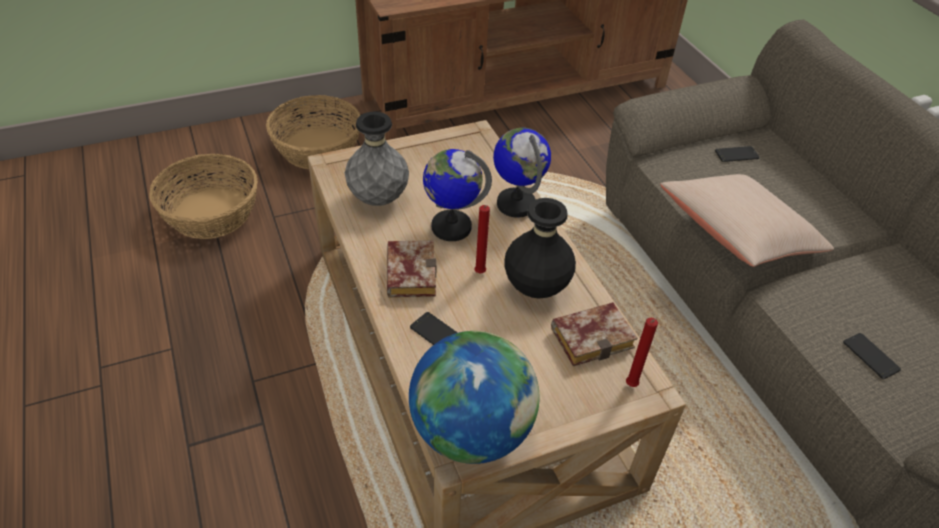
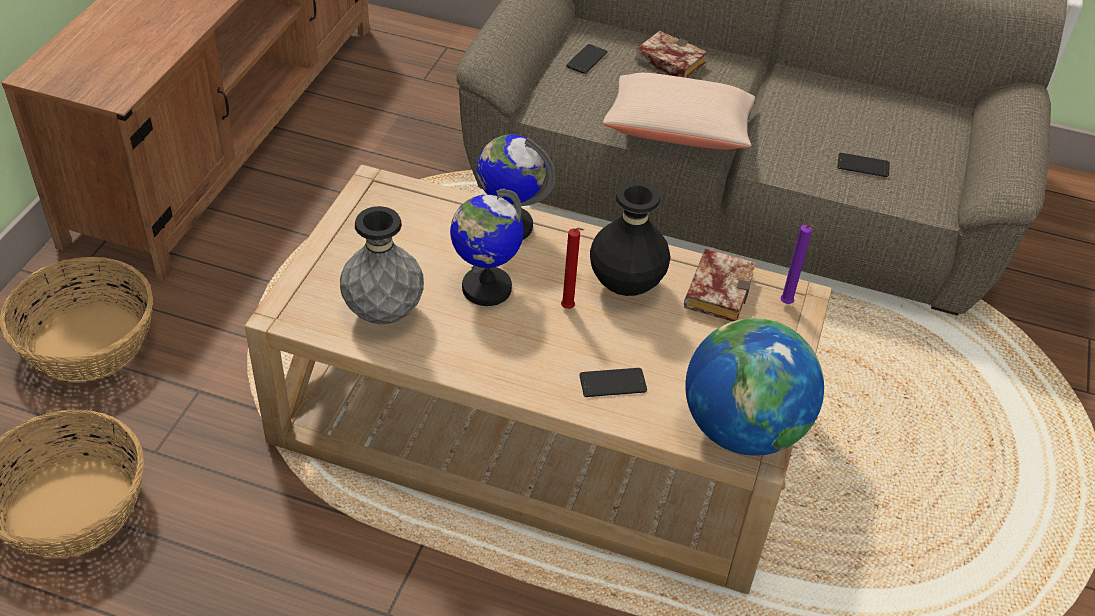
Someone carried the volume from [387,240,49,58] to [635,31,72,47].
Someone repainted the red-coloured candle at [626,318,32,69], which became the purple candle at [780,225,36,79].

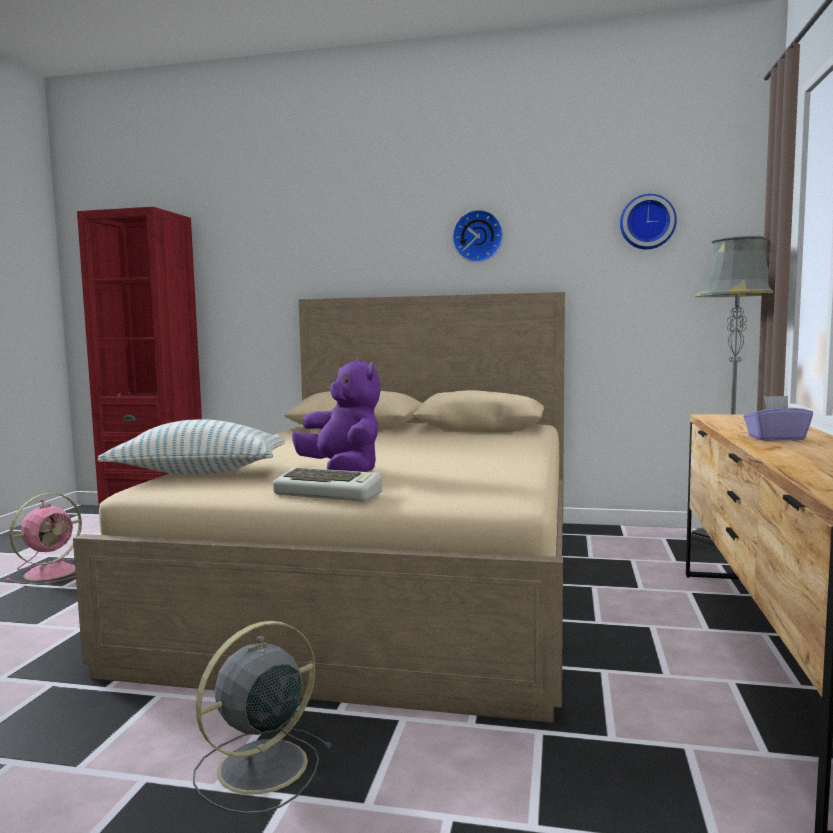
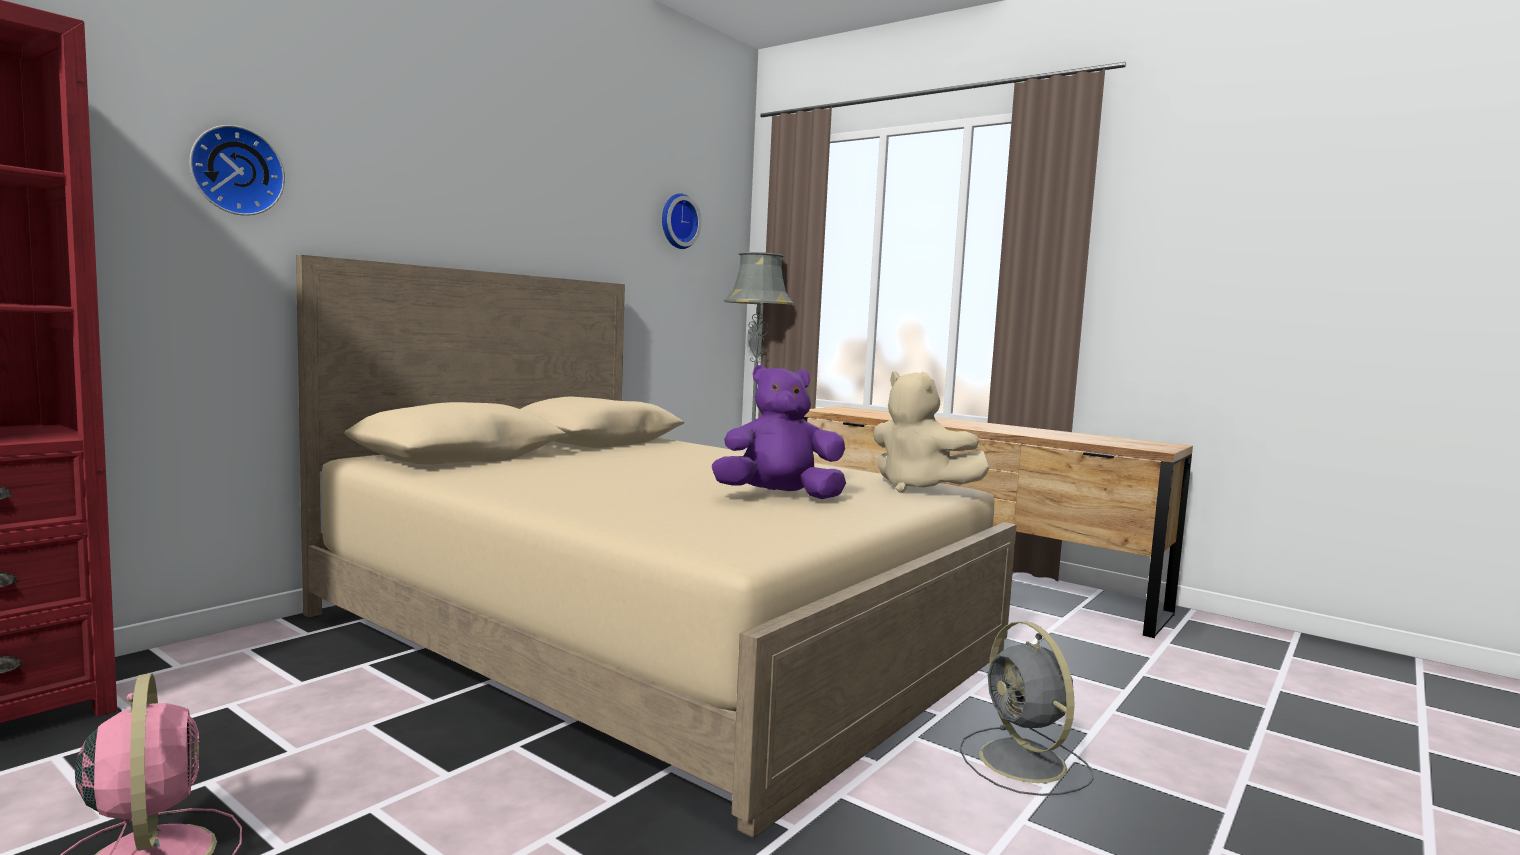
Someone took away the throw pillow at [97,419,189,56].
Someone took away the computer keyboard at [273,468,109,34].
Someone carried the wall clock from [452,210,51,52] to [189,125,96,91].
Someone took away the purple box of tissues at [744,396,69,45].
Someone put down the beige plush toy at [873,371,117,122].

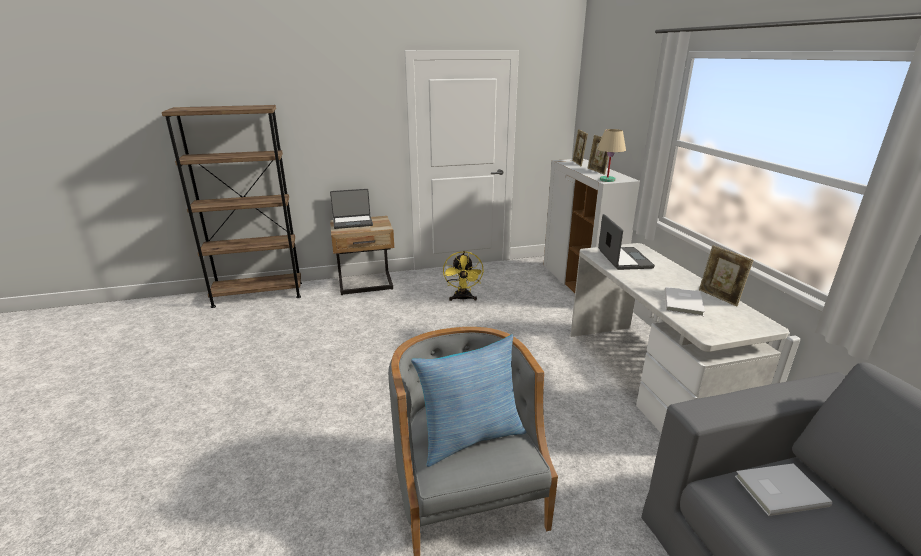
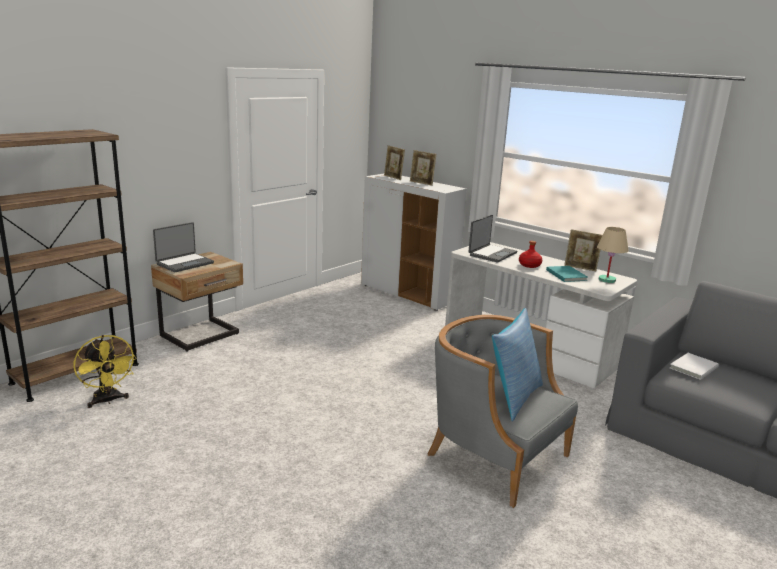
Someone carried the yellowish electric fan from [443,251,41,50] to [74,335,62,73].
Someone carried the beige lamp for a table from [597,129,29,53] to [597,227,32,56].
Someone rotated the portable computer at [598,214,57,56] by 75 degrees clockwise.
Someone repainted the whitish volume at [665,287,40,29], which became the turquoise volume at [546,266,42,16].
Someone put down the red-coloured bottle at [519,241,23,27].

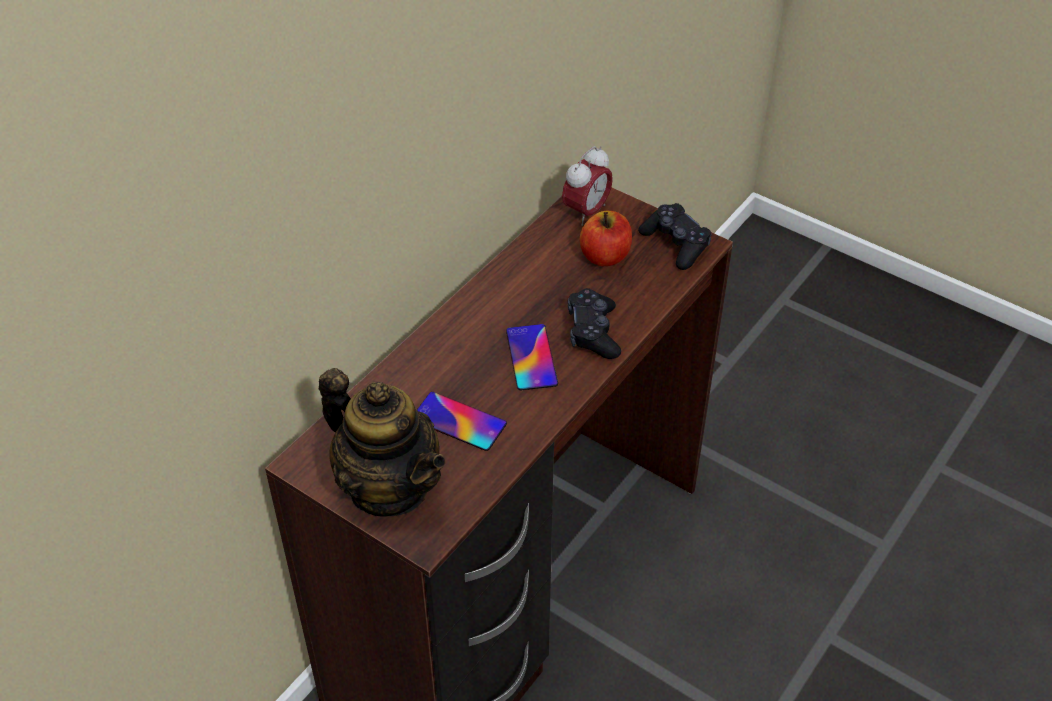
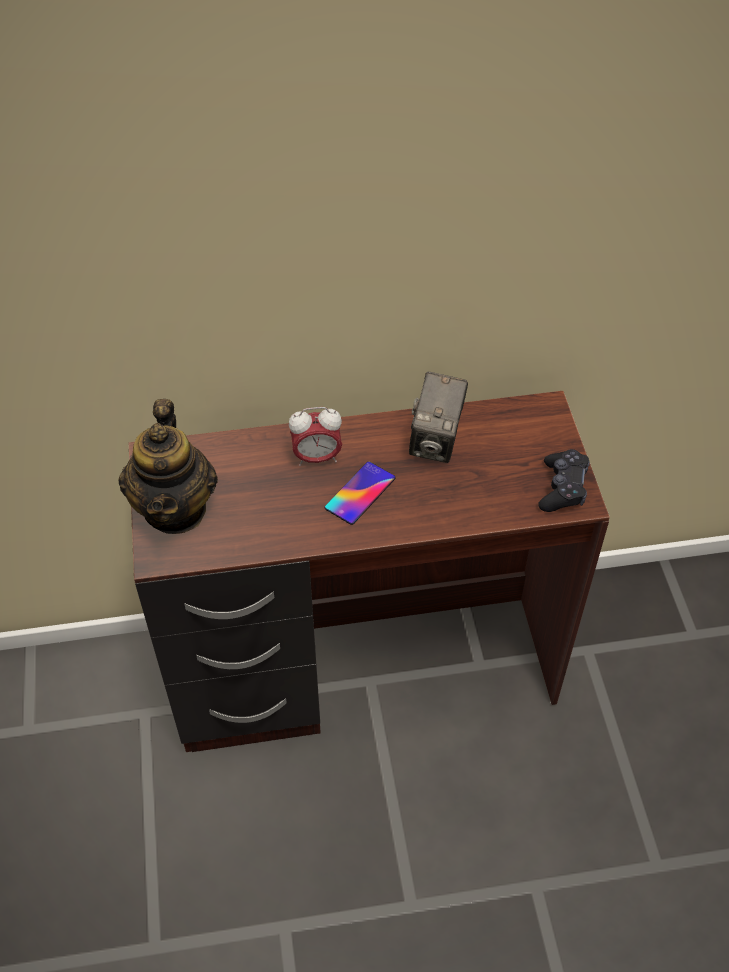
Someone took away the handset at [417,392,90,59].
Someone carried the table clock from [562,146,51,80] to [289,407,53,59].
Someone took away the black-coloured game controller at [568,288,53,71].
Someone took away the whole apple at [580,210,52,56].
Someone put down the still camera at [409,372,59,91].

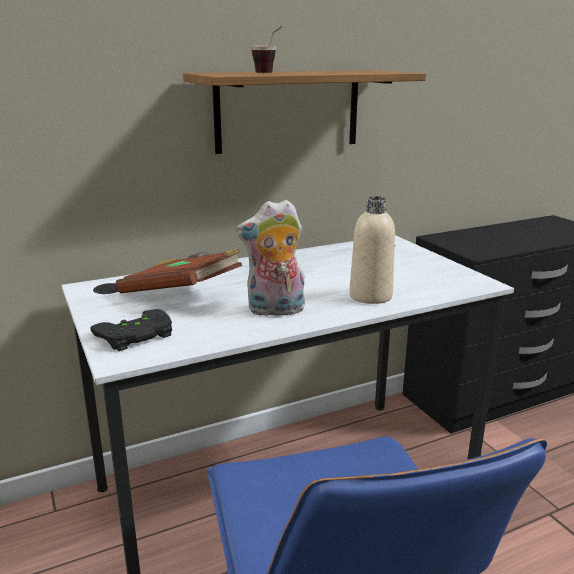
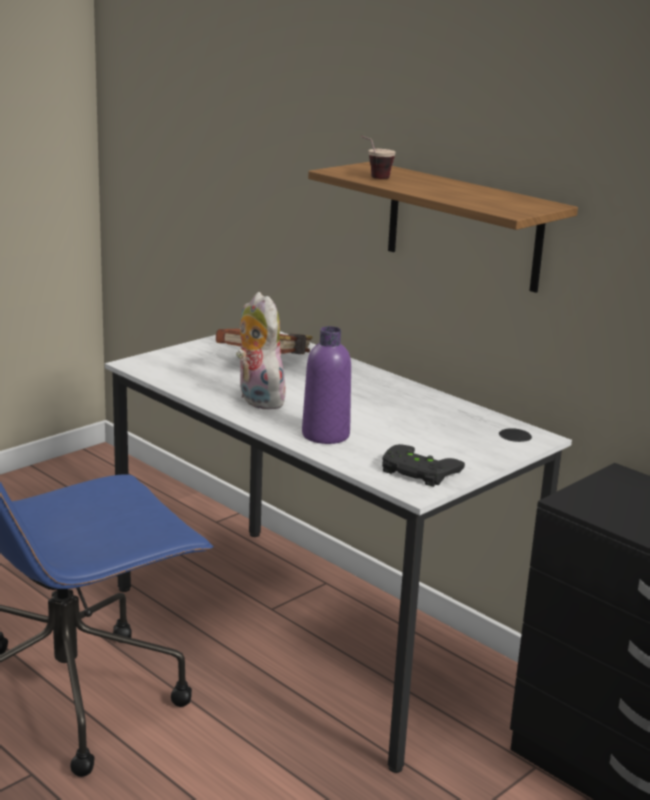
Someone carried the black-coloured game controller from [90,309,82,42] to [382,444,83,43].
Someone repainted the beige bottle at [349,196,46,108], which became the purple bottle at [302,326,49,118].

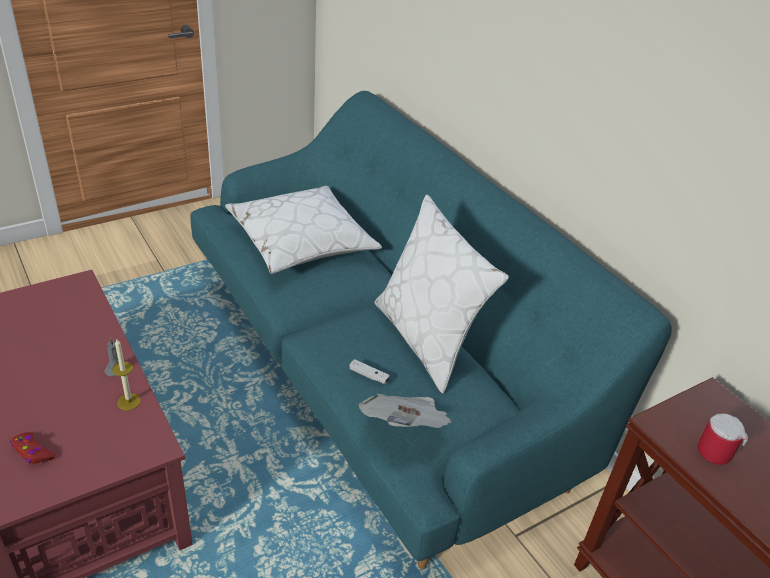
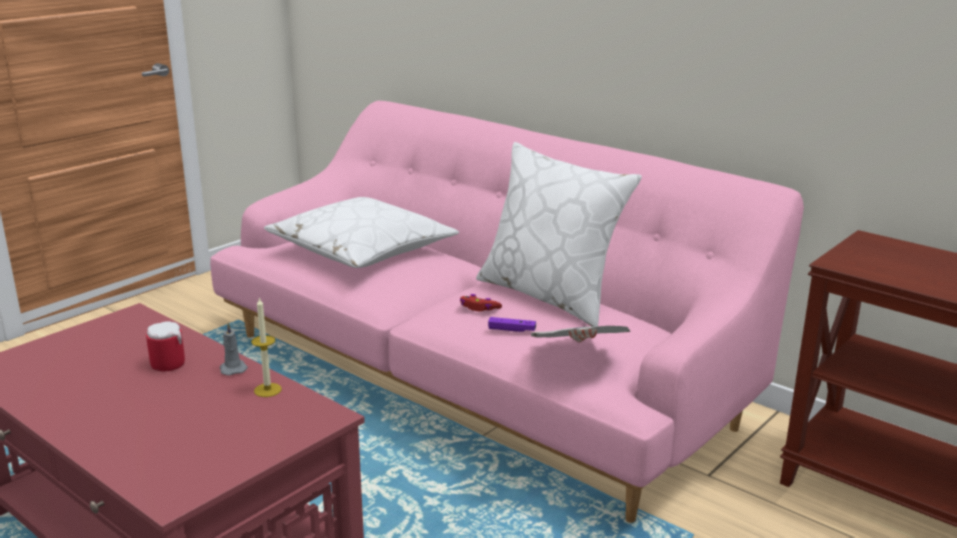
Someone carried the red-coloured game controller from [10,432,46,32] to [460,294,42,18].
Someone repainted the turquoise couch at [190,91,482,478], which became the pink-coloured couch at [210,101,594,422].
Someone repainted the whitish game controller at [349,359,41,25], which became the purple game controller at [488,317,48,15].
Someone carried the coffee mug from [698,414,50,51] to [146,321,39,51].

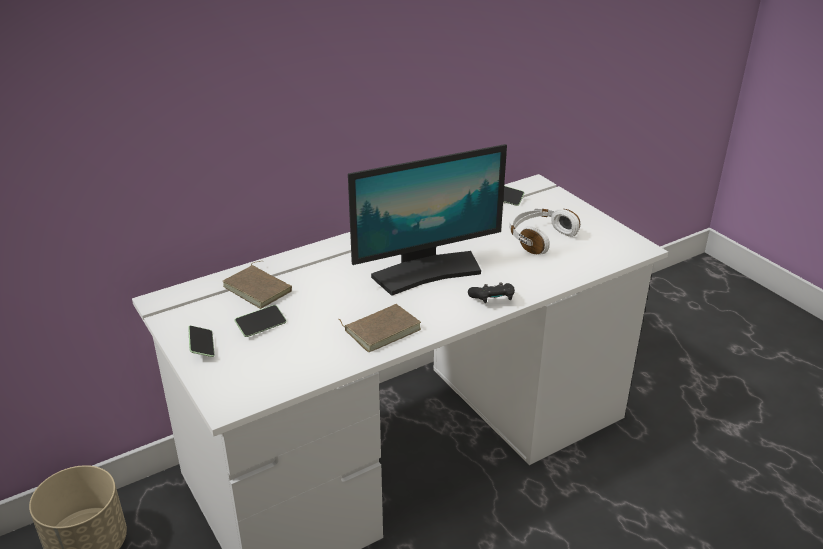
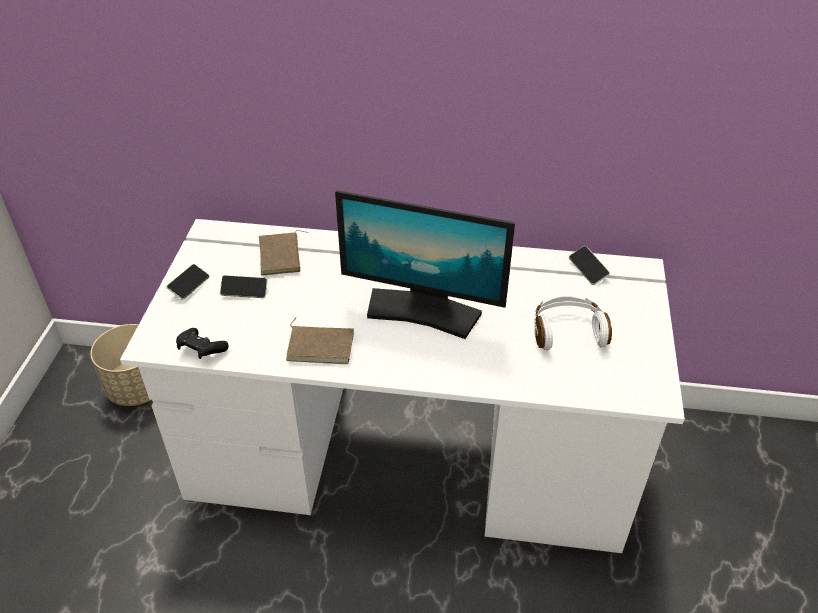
Someone carried the black-coloured game controller from [468,282,47,21] to [176,328,53,31].

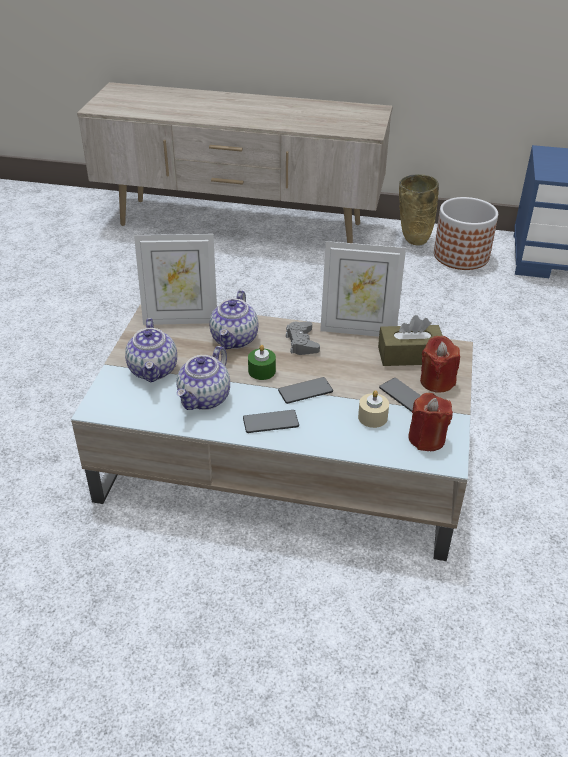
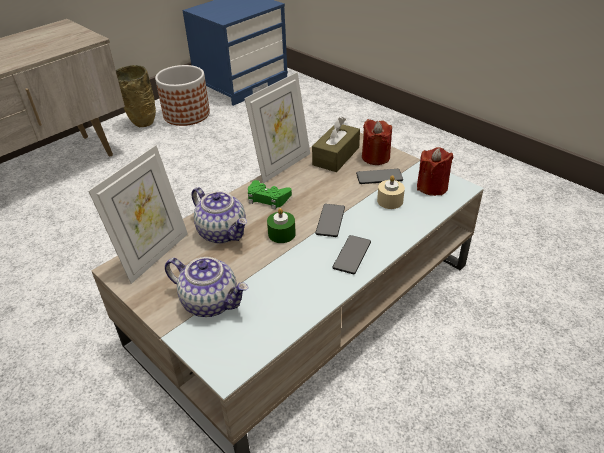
Someone took away the pot for tea at [177,346,53,64].
Someone repainted the greyish game controller at [286,322,34,33], which became the green game controller at [248,180,44,30].

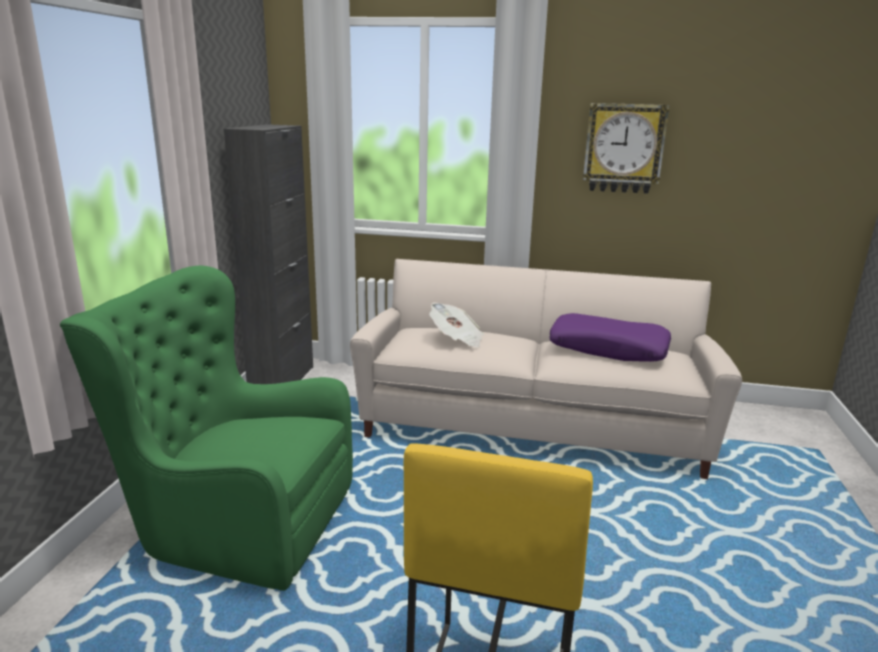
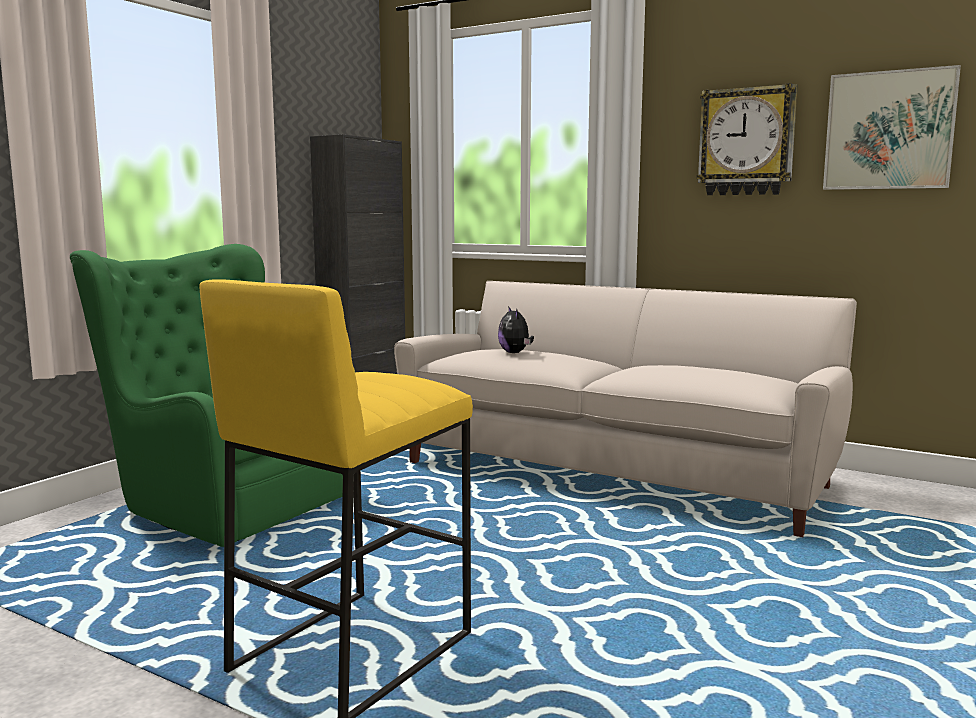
Someone swapped the newspaper at [429,302,55,46] for the plush toy at [498,306,36,47].
Someone took away the purple throw pillow at [550,313,121,49].
Someone put up the wall art at [823,65,138,125].

